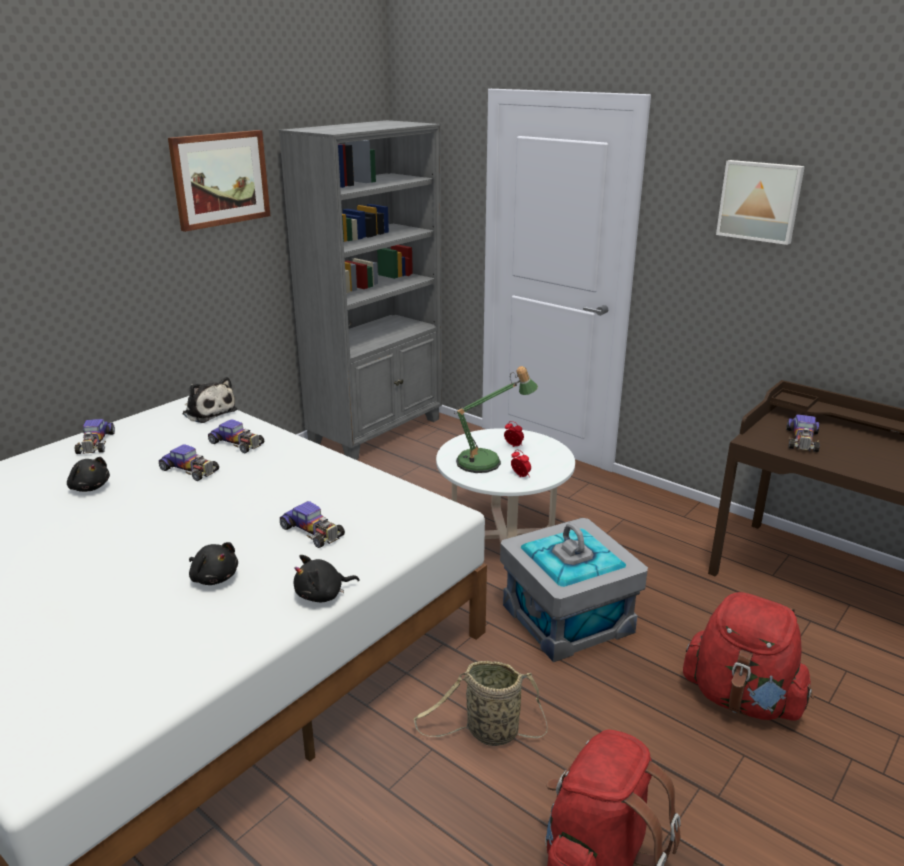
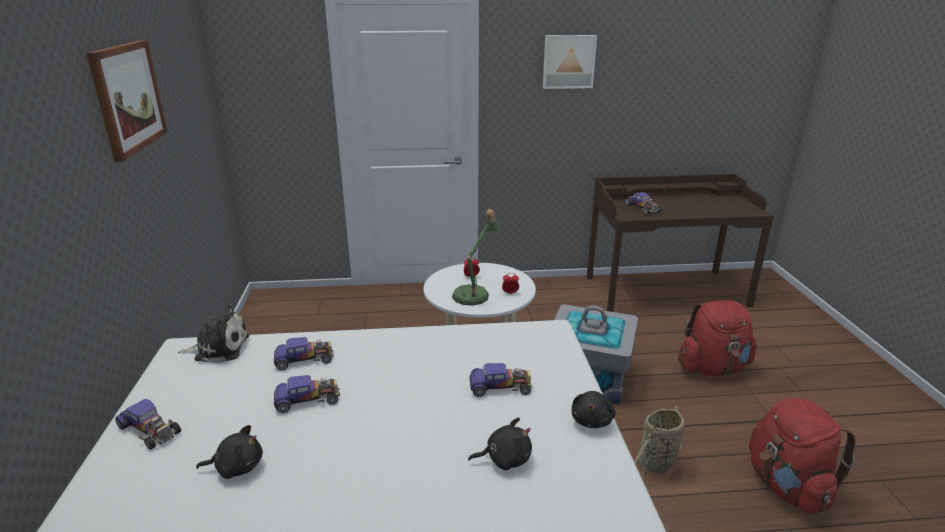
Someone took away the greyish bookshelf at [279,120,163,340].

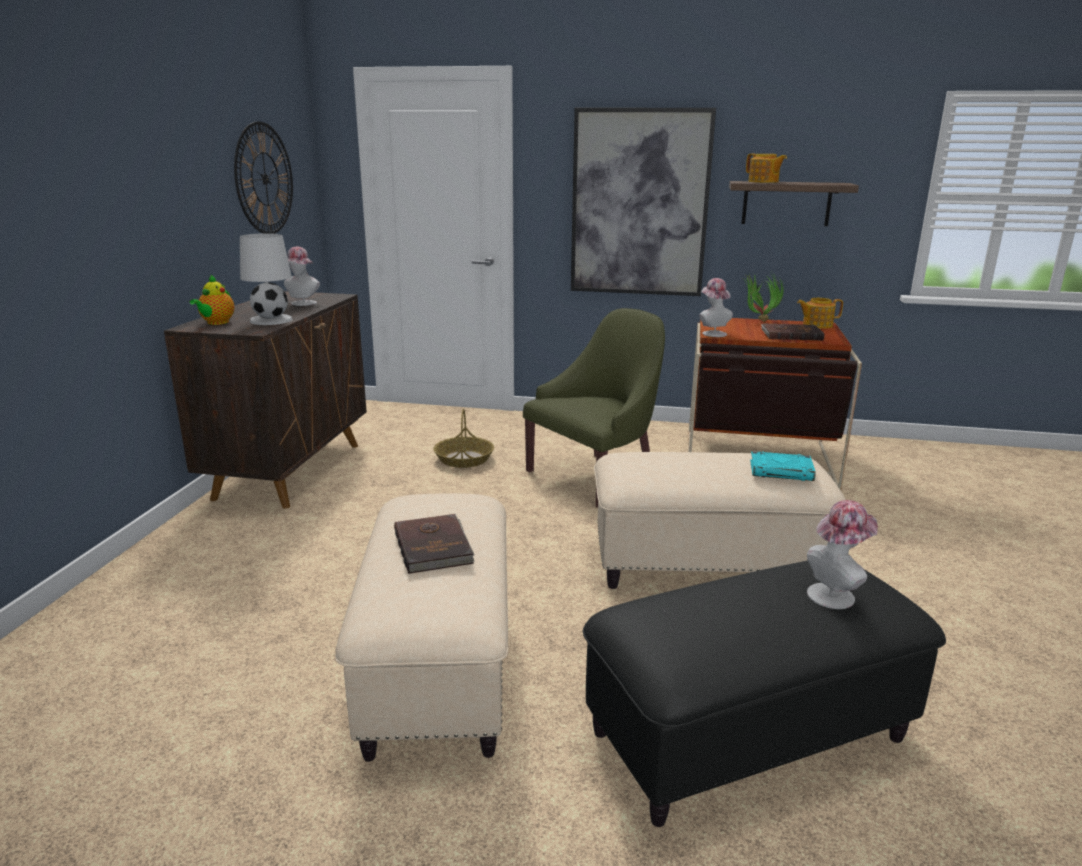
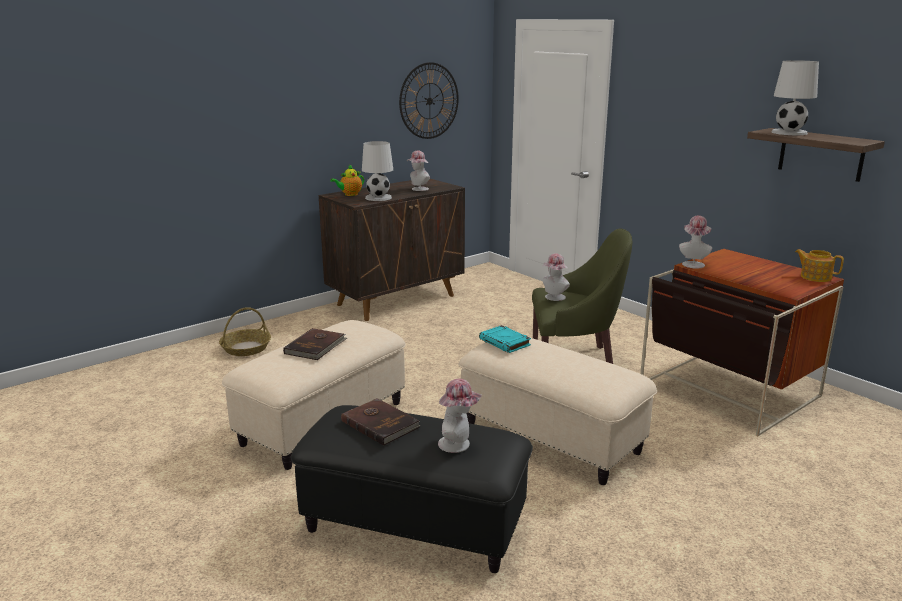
Someone carried the basket from [433,409,61,59] to [219,307,52,49].
Someone took away the wall art at [571,108,145,188].
Someone took away the potted plant at [744,273,40,49].
Someone swapped the pot for tea at [746,153,41,30] for the whitish lamp for a table at [772,60,47,75].
Someone carried the turquoise volume from [750,451,66,30] to [479,325,52,28].
Someone carried the brownish volume from [761,324,64,17] to [341,398,79,48].
Someone put down the wearable hat at [543,253,27,48].

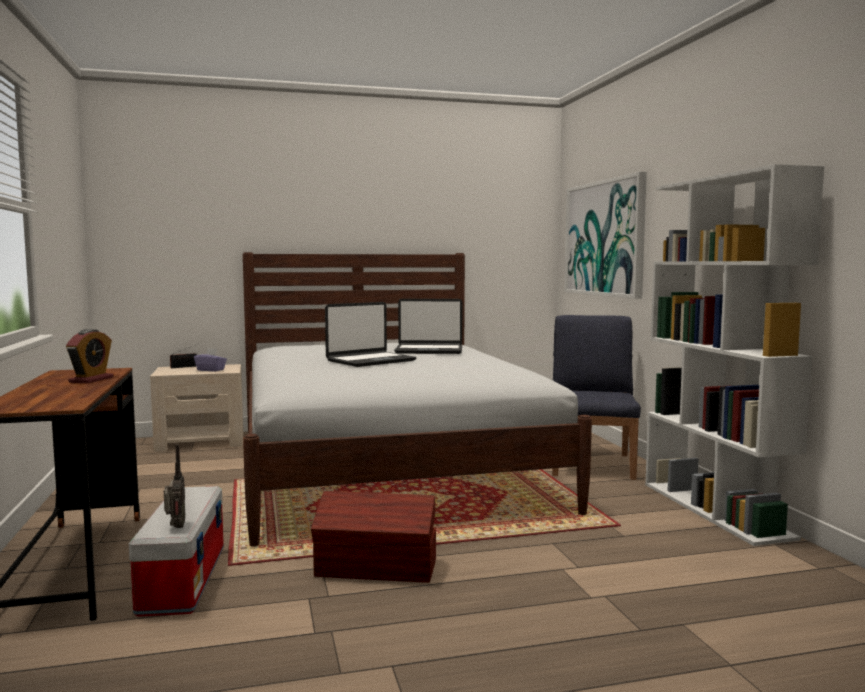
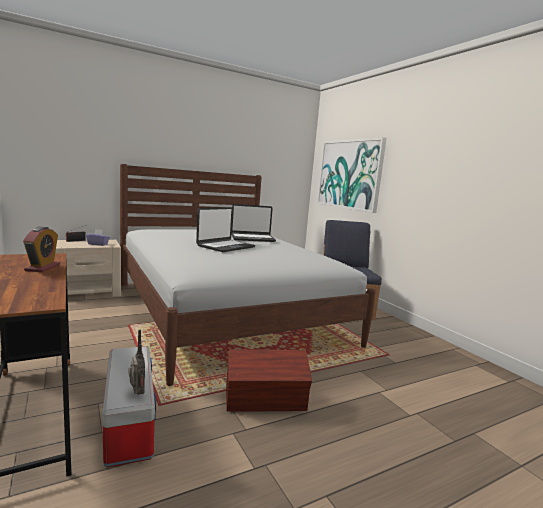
Someone took away the whitish bookshelf at [645,164,179,382].

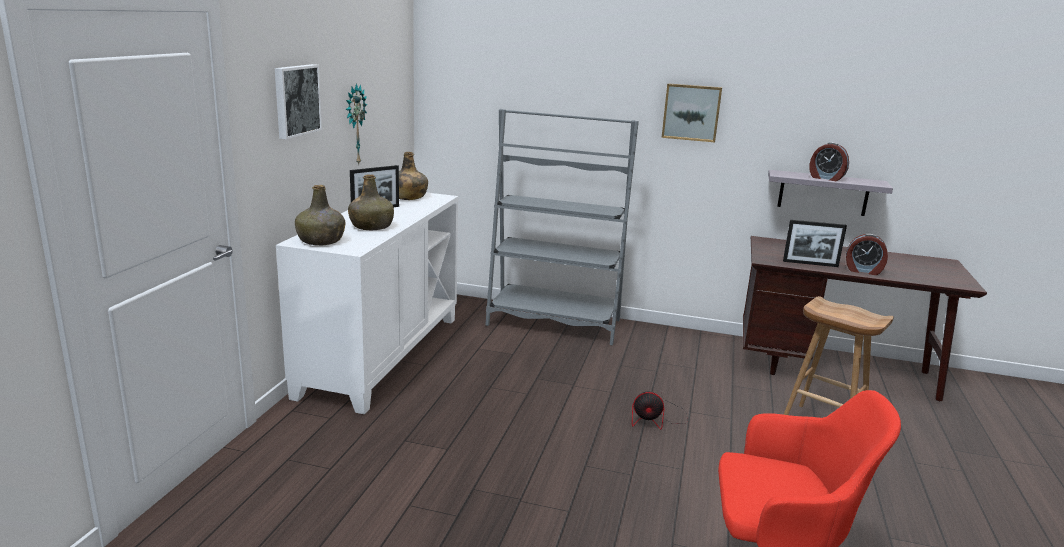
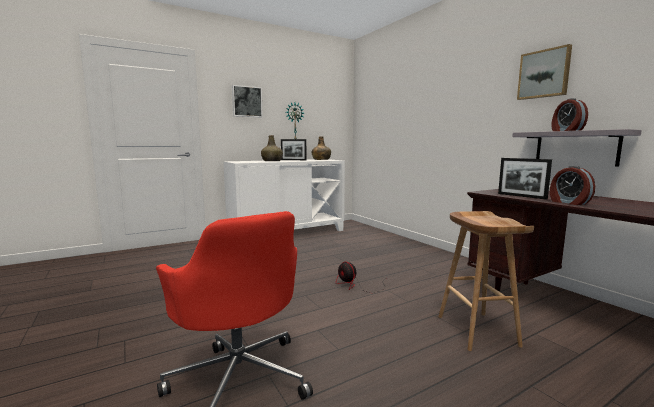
Someone took away the green bottle at [295,185,50,60].
Someone took away the greyish bookshelf at [485,109,154,236].
Someone carried the wall art from [662,83,60,59] to [517,44,55,56].

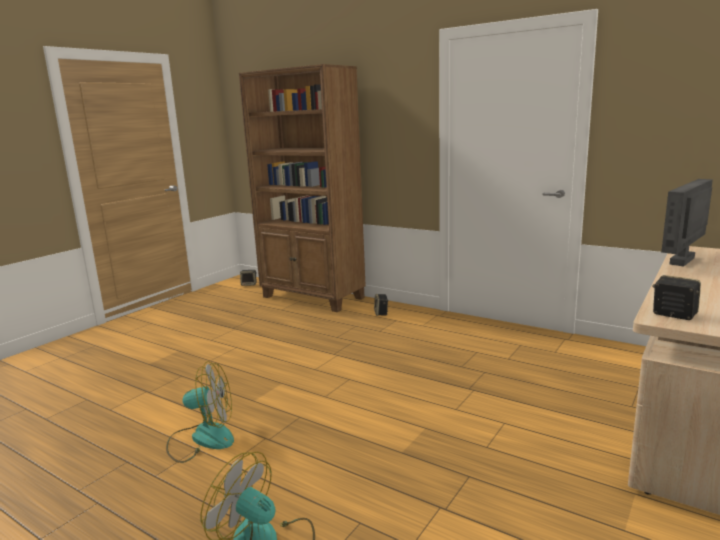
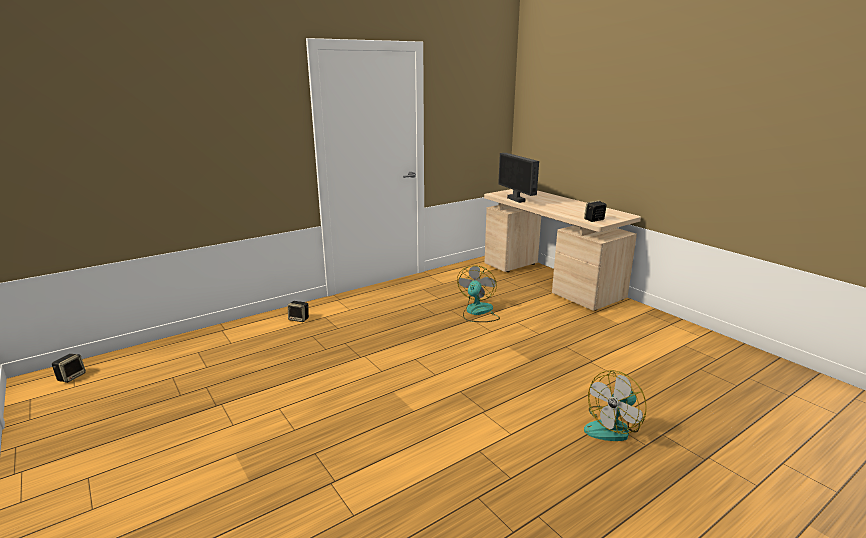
Someone carried the electric fan from [166,361,68,102] to [457,265,43,57].
Someone took away the brownish bookshelf at [239,64,127,248].

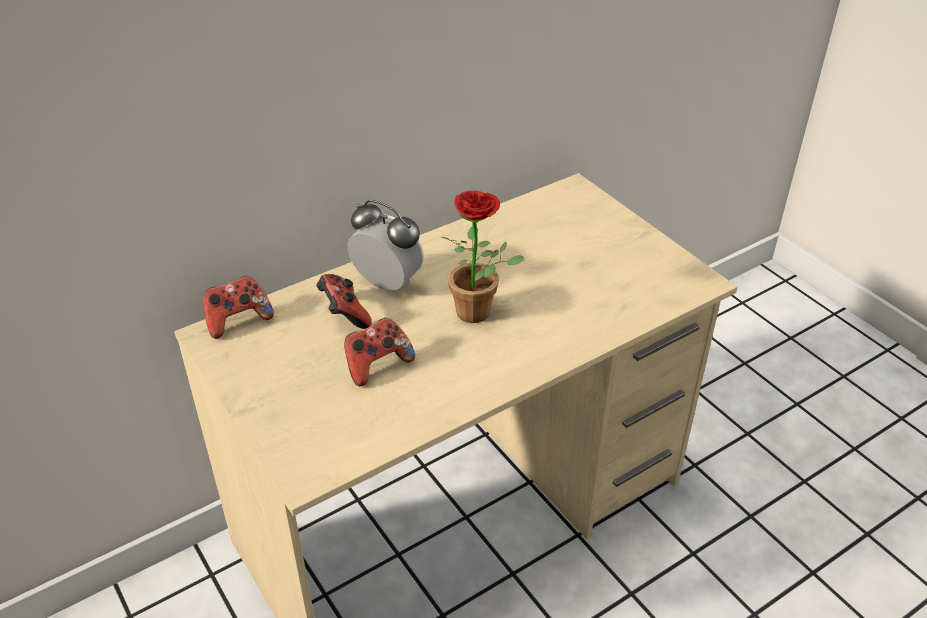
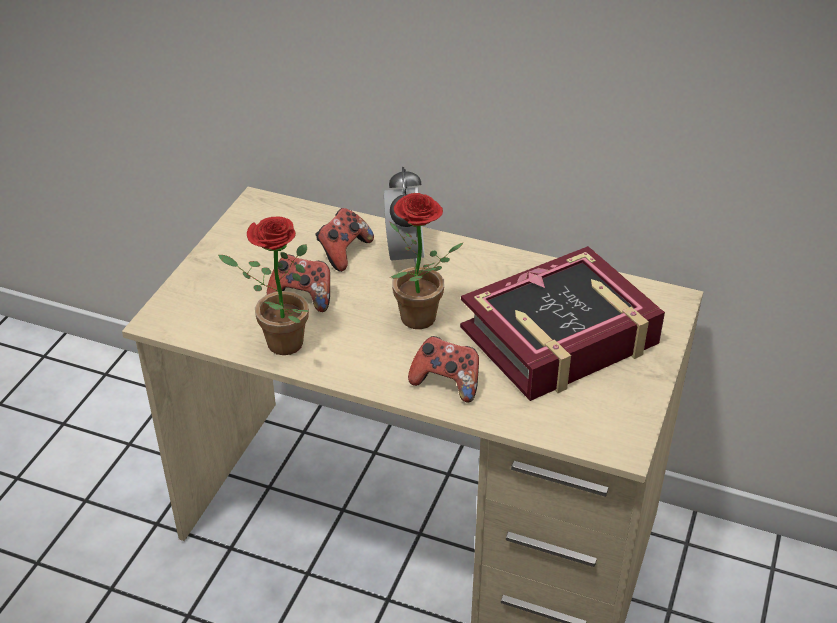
Someone carried the game controller from [203,276,71,63] to [408,336,71,67].
Someone put down the potted plant at [218,217,91,138].
Someone put down the volume at [460,246,205,155].

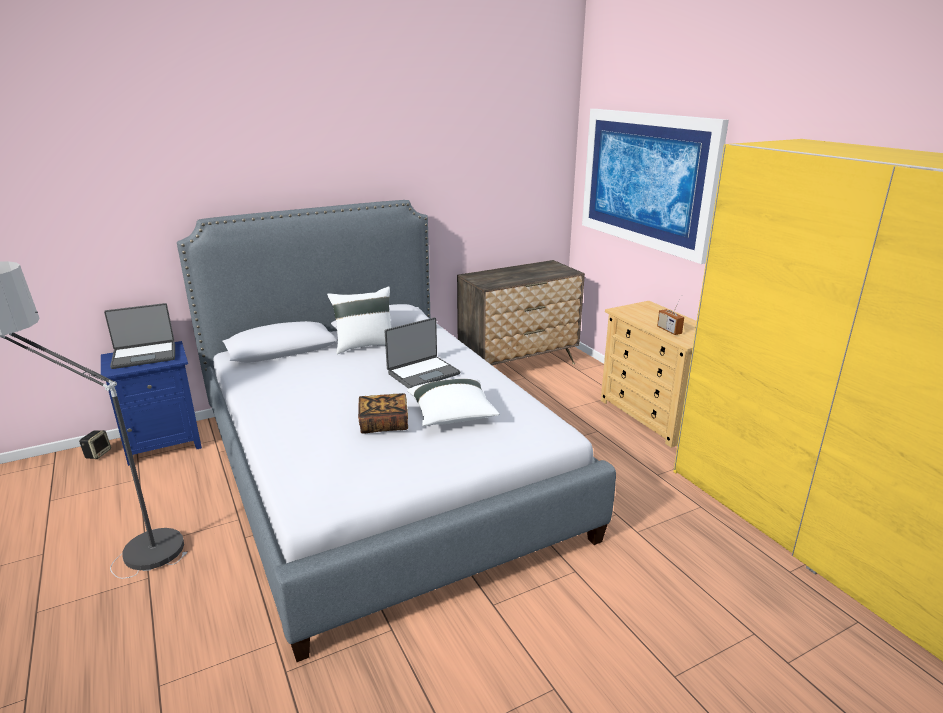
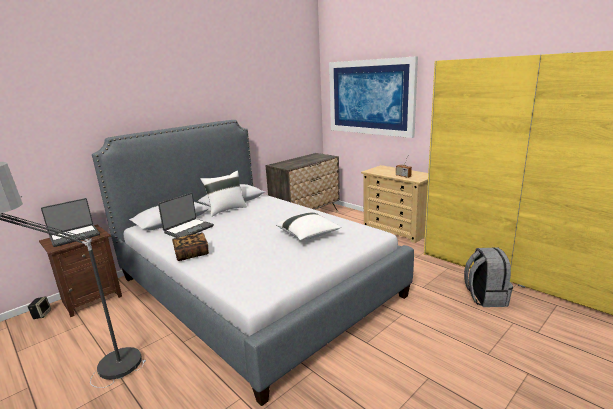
Someone repainted the blue-coloured bedside table at [101,341,101,125], which became the brownish bedside table at [39,225,83,92].
Someone carried the volume from [358,393,50,41] to [172,233,37,28].
Someone carried the portable computer from [385,317,75,72] to [158,193,56,45].
Someone put down the greyish rucksack at [464,247,49,60].

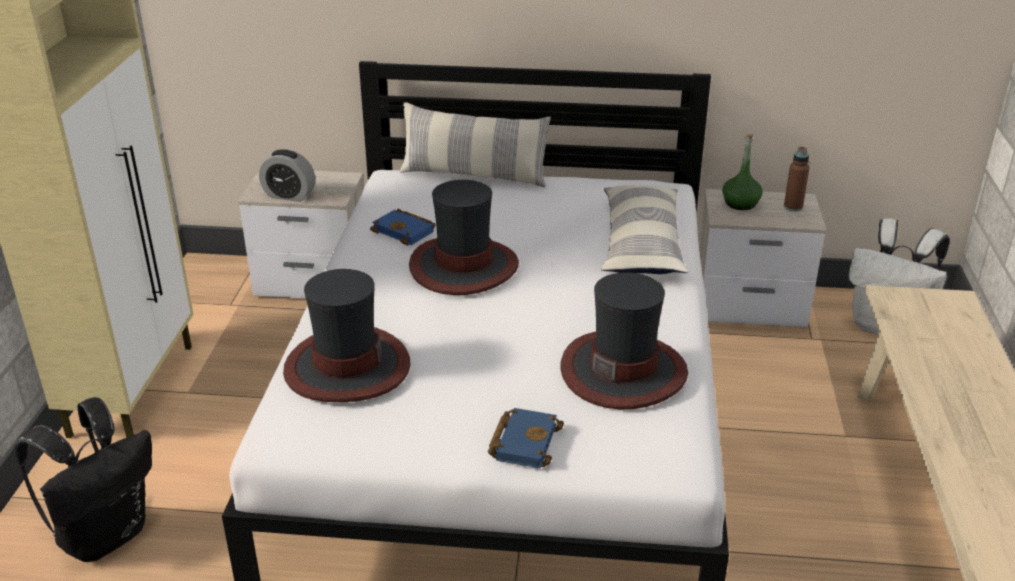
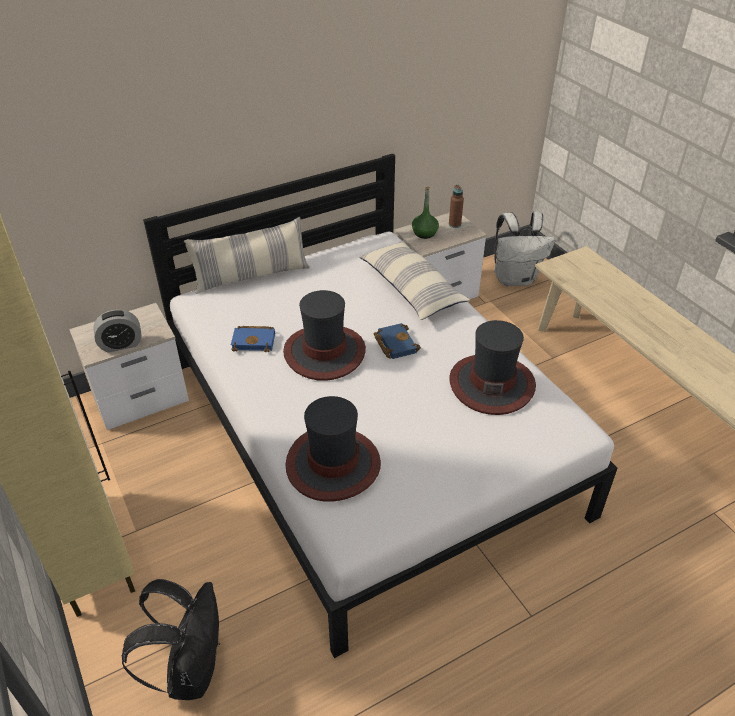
Someone carried the blue-coloured volume from [488,408,76,60] to [374,323,47,36].

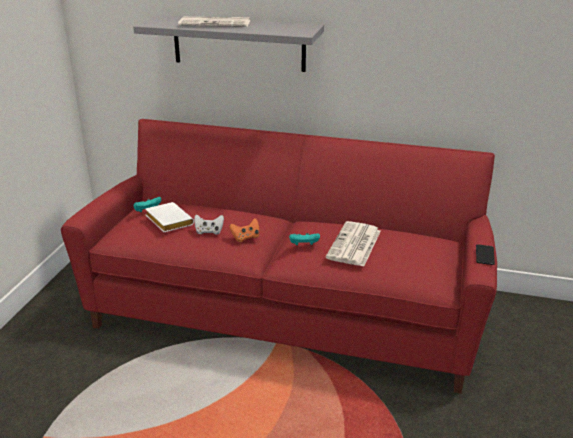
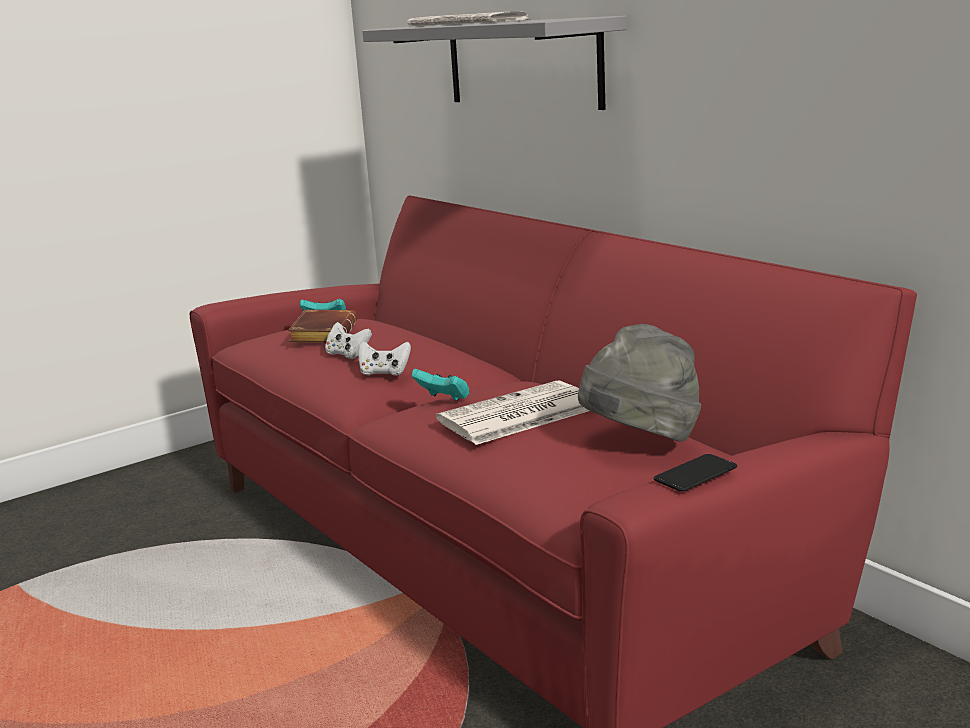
Someone repainted the whitish volume at [145,202,49,30], which became the brownish volume at [288,310,69,33].
Someone repainted the orangey game controller at [229,218,30,24], which became the whitish game controller at [358,342,53,34].
Someone put down the greyish wearable hat at [578,324,123,117].

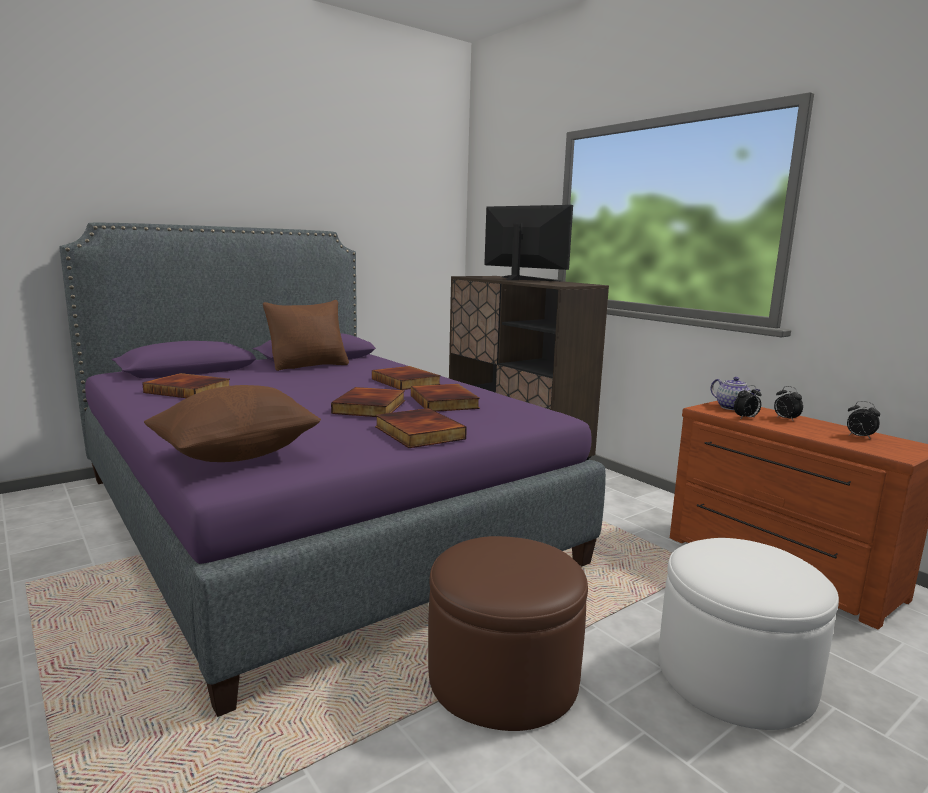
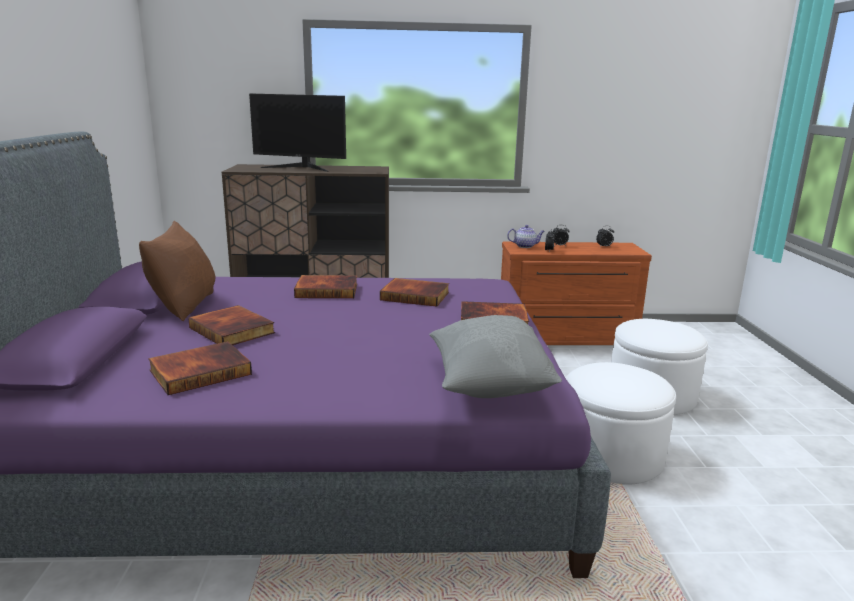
Someone repainted the brownish throw pillow at [144,385,177,77], which became the greyish throw pillow at [429,315,133,83].
Someone carried the volume from [331,387,74,30] to [188,305,87,40].
Someone repainted the brownish pouffe at [428,536,160,195], which became the whitish pouffe at [566,362,110,123].
Someone rotated the monitor at [484,205,89,76] by 150 degrees counterclockwise.

